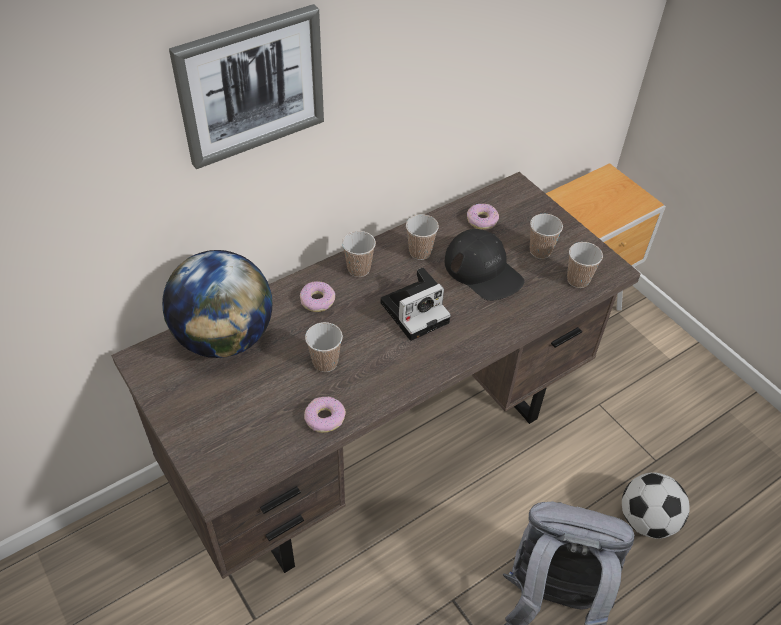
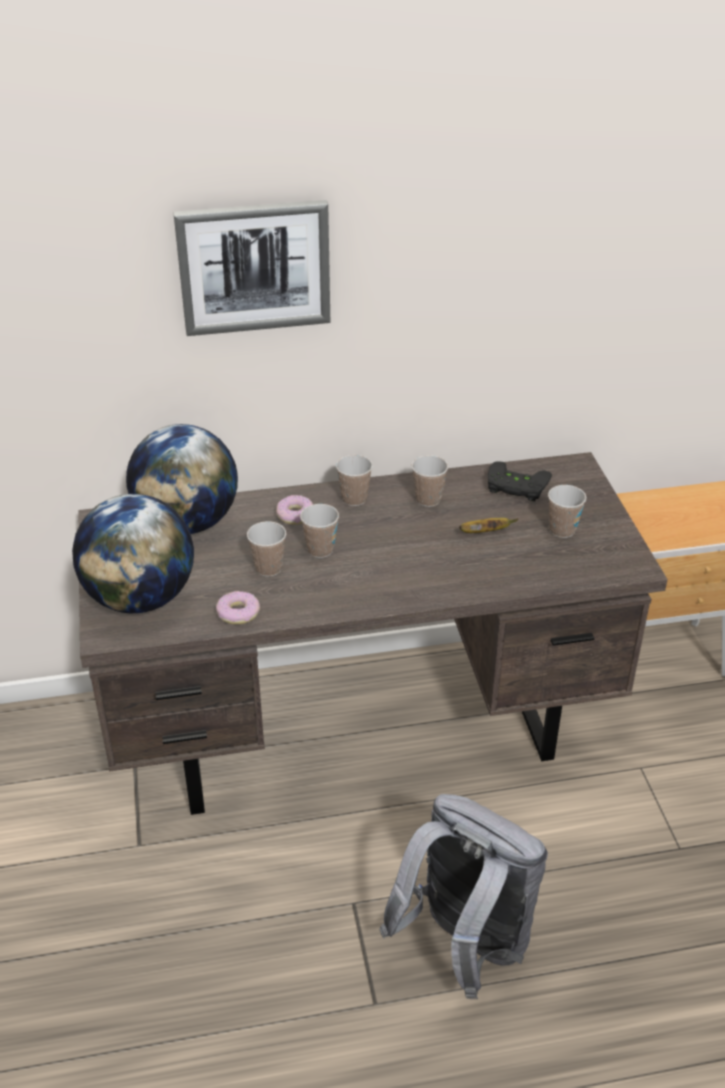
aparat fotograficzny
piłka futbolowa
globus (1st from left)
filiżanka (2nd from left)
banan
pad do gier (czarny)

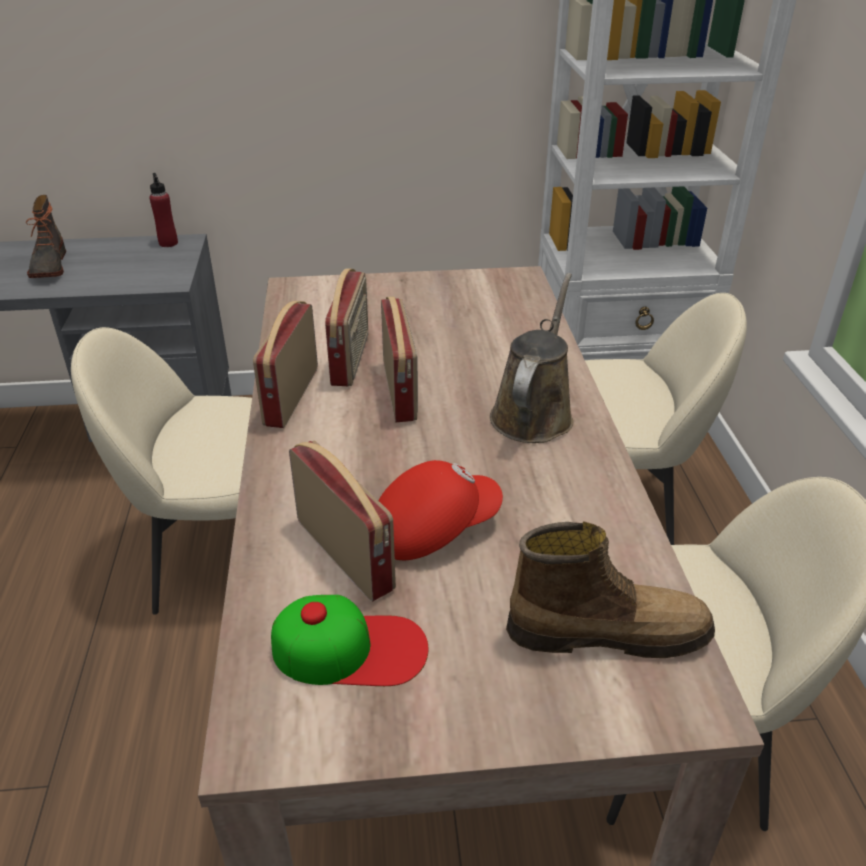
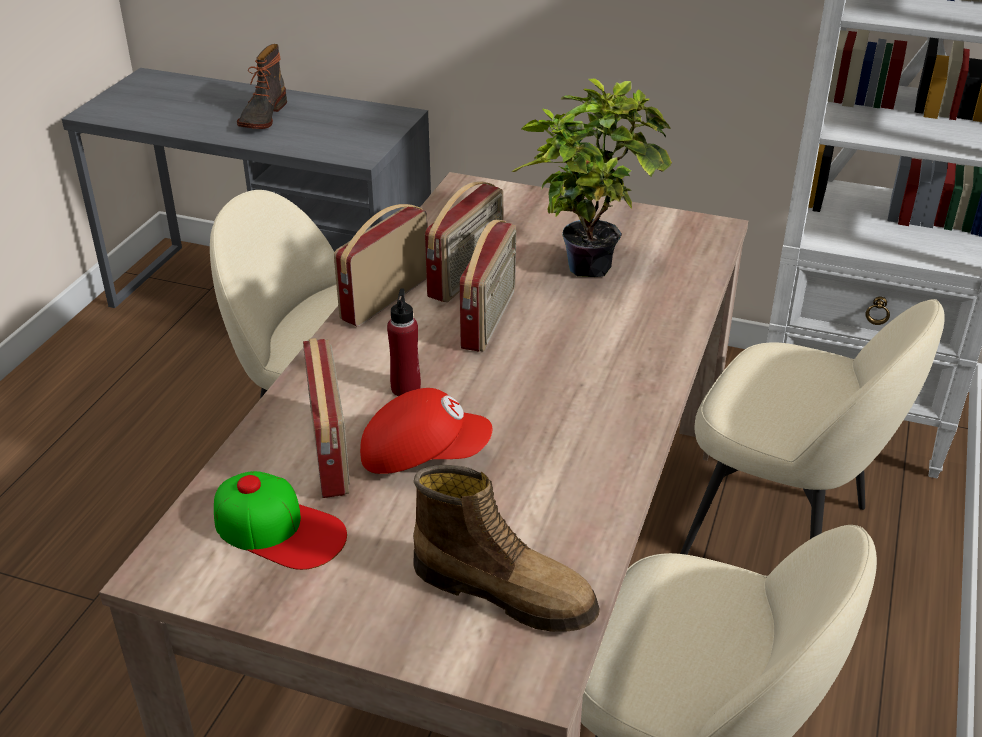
konewka (brązowy)
roślina doniczkowa
butelka (czerwony)

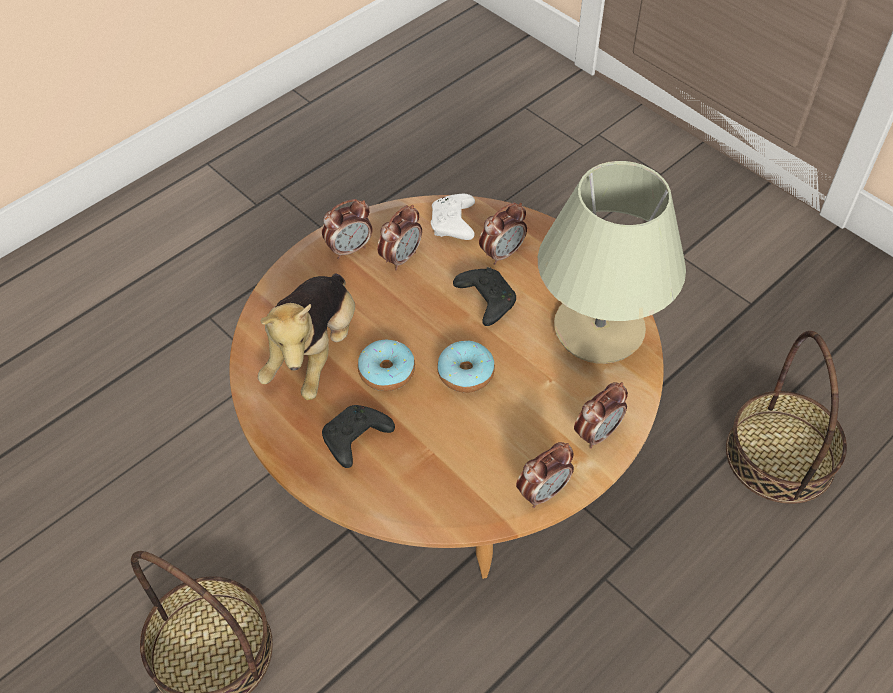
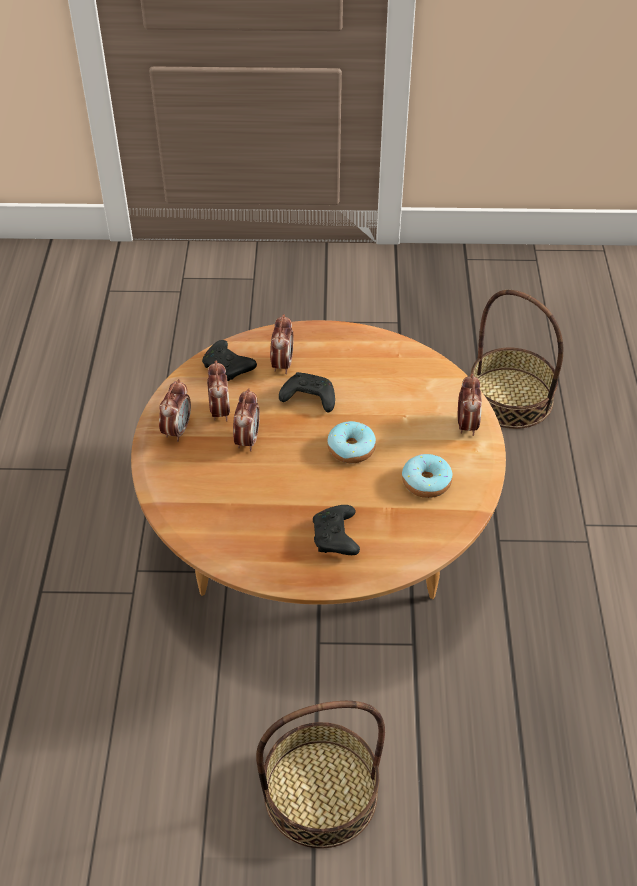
pluszak
lampa stołowa (beżowy)
donut (2nd from left)
budzik (3rd from left)
pad do gier (czarny) (1st from left)

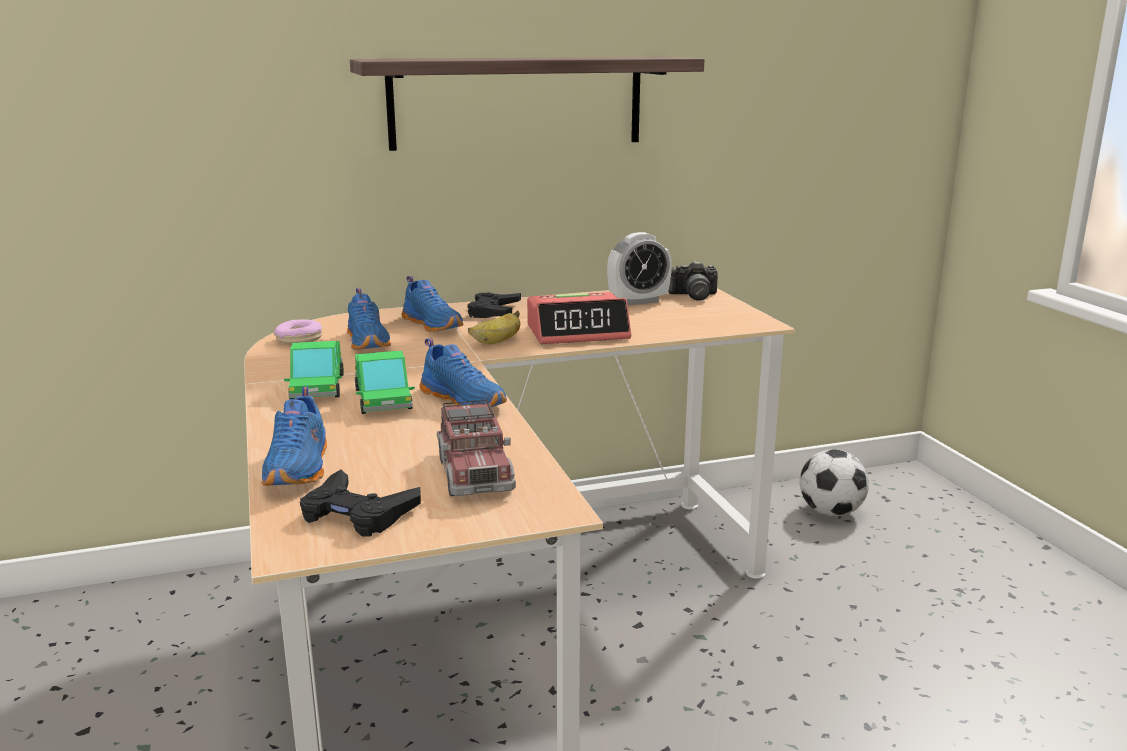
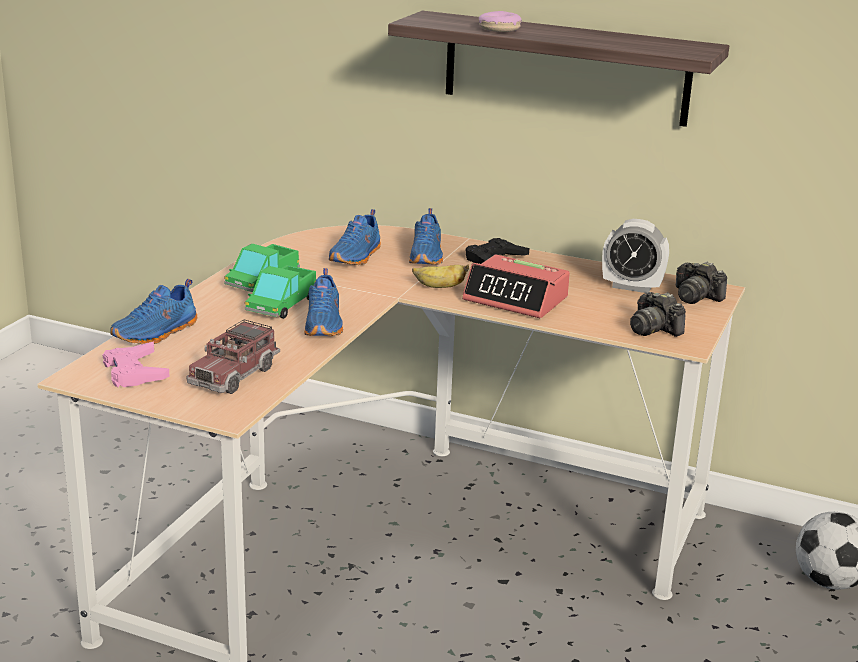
aparat fotograficzny (1st from left)
donut
pad do gier (różowy)

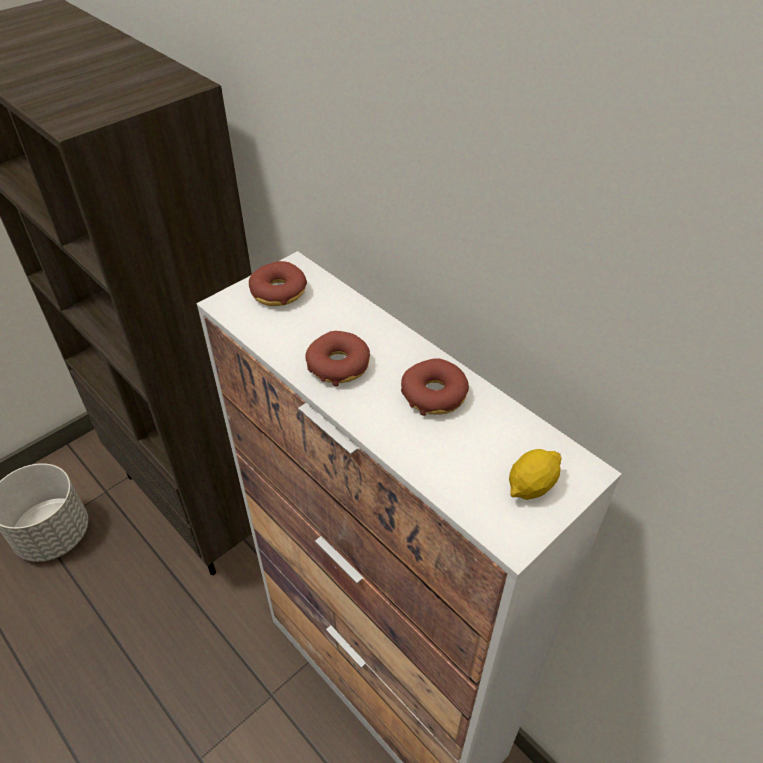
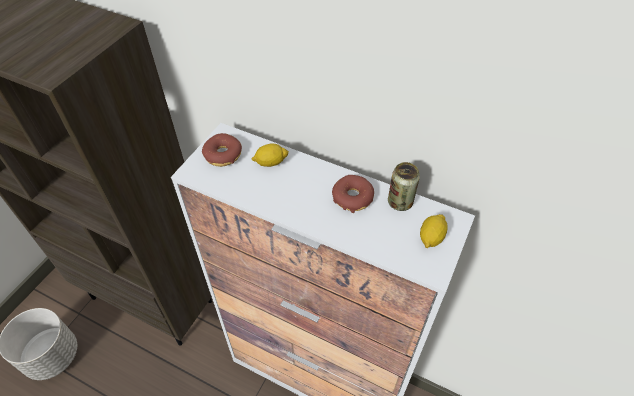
donut (2nd from left in the first image)
cytryna (1st from left)
puszka

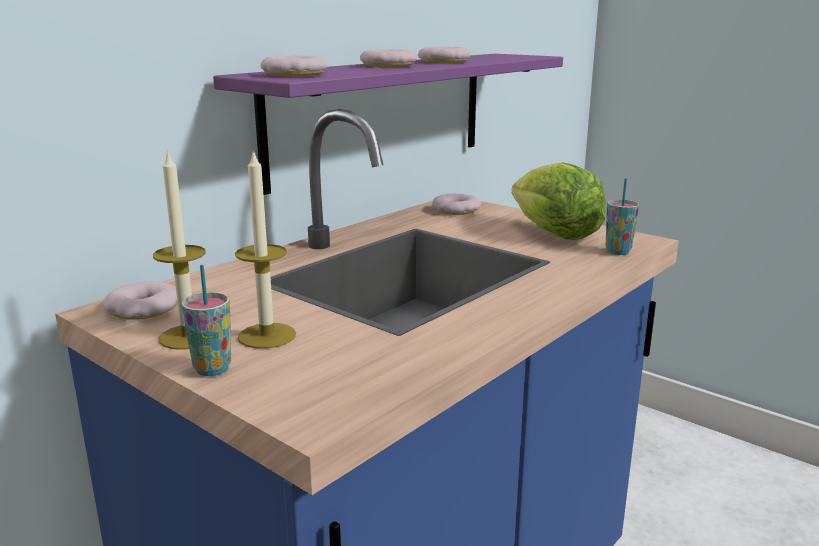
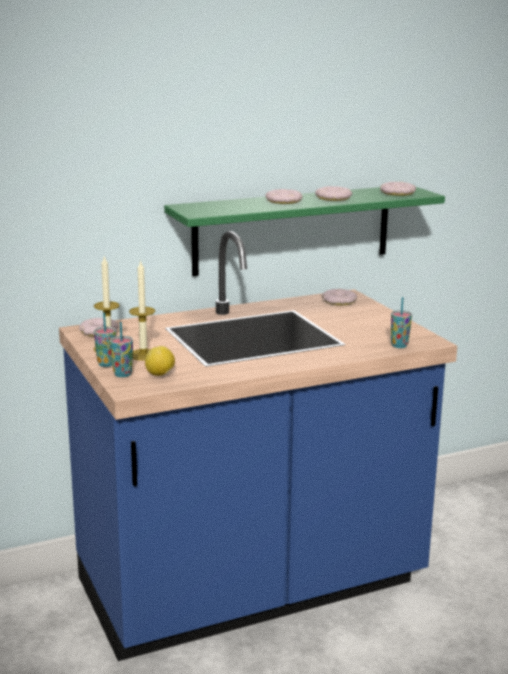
sałata
filiżanka (2nd from left)
cytryna
donut (5th from left)
półka (zielony)

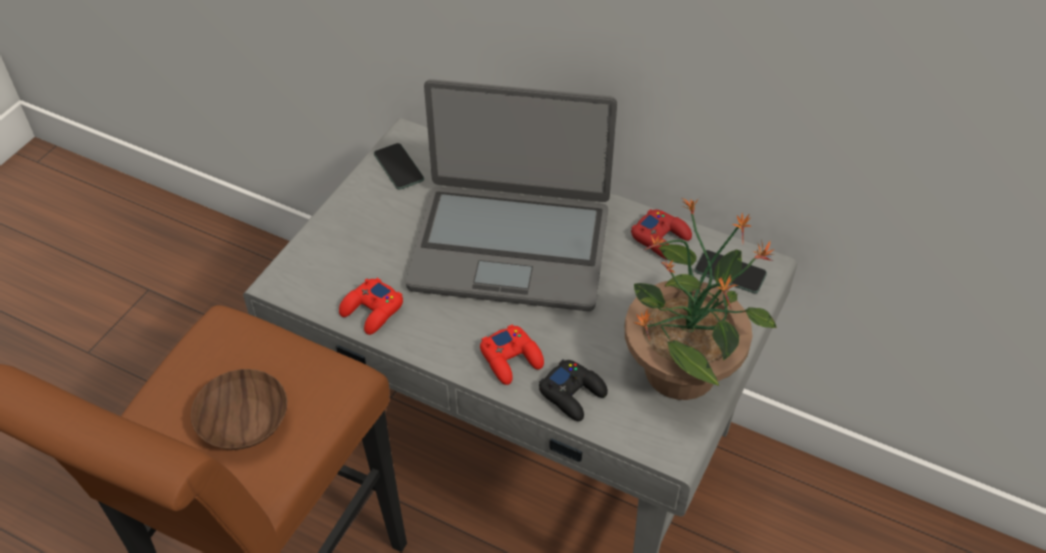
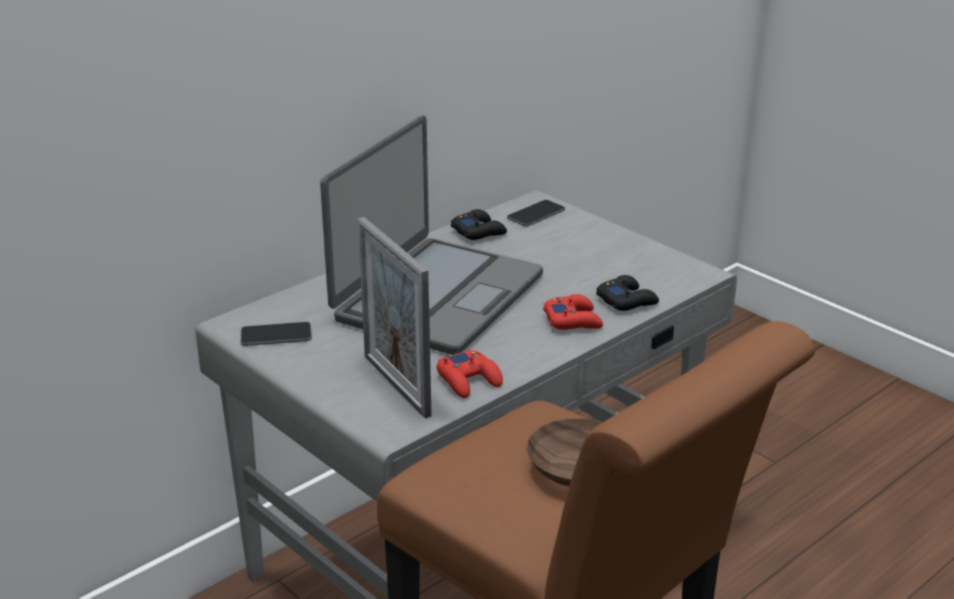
roślina doniczkowa
ramka na zdjęcie
pad do gier (czarny) (1st from left)

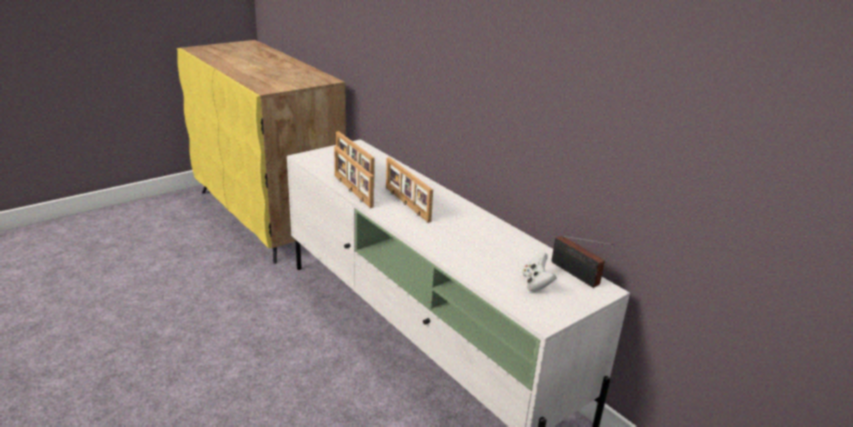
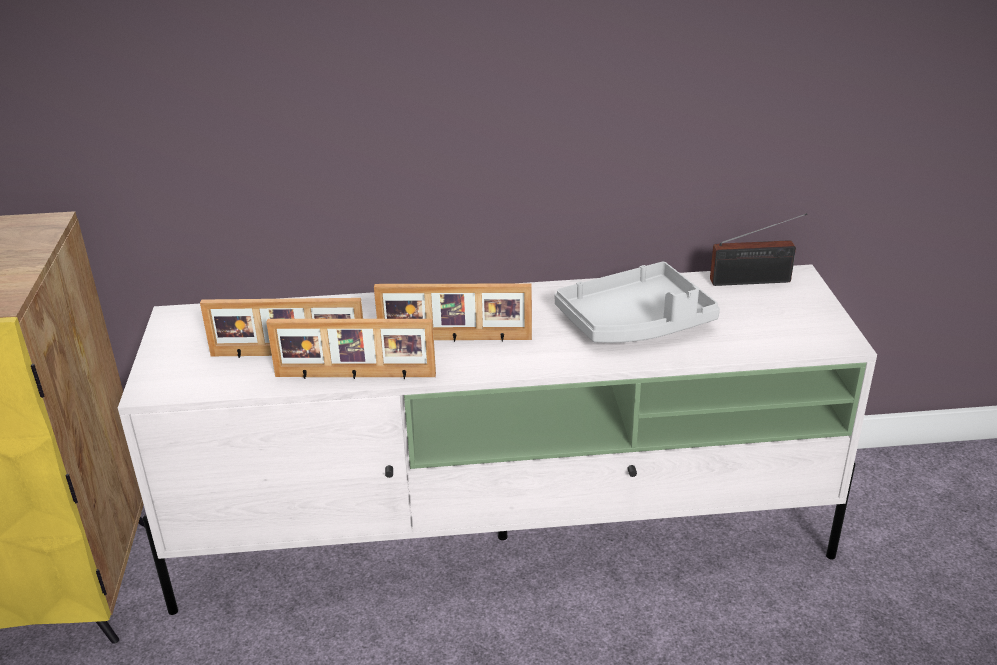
pad do gier (biały)
taca (szary)

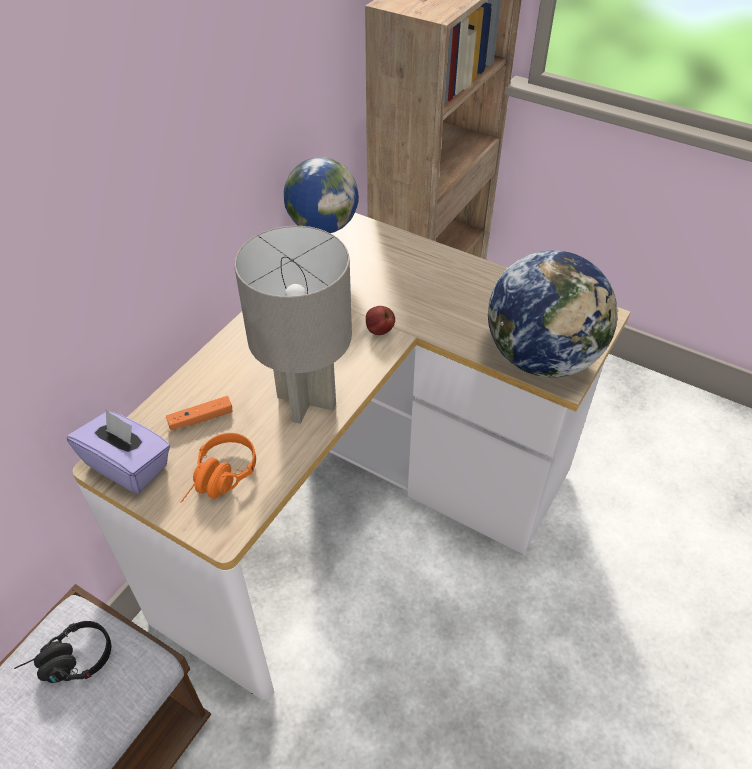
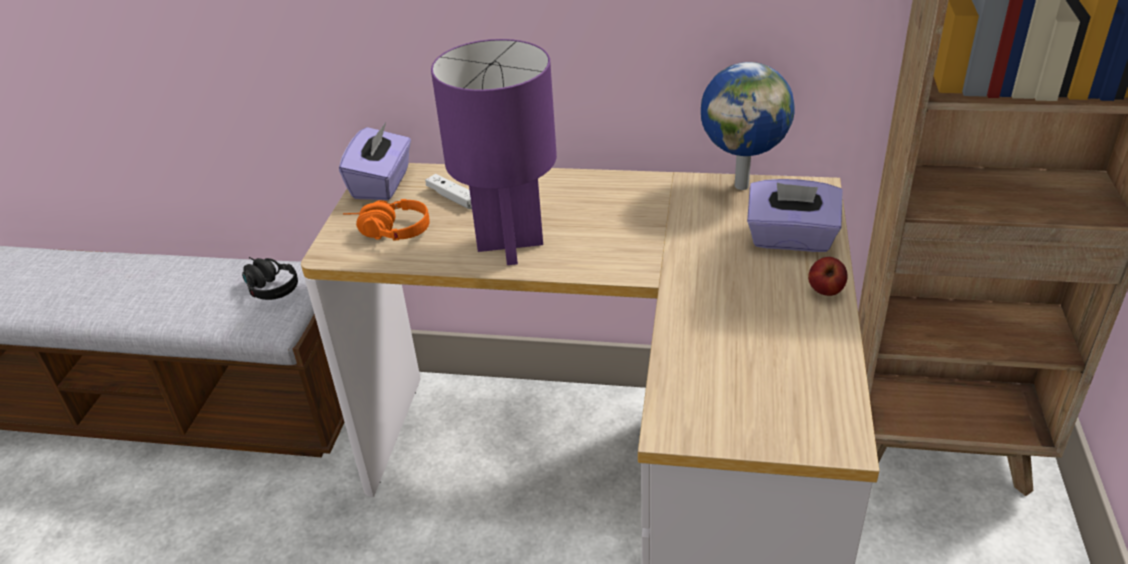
globus (2nd from left in the first image)
pudełko chusteczek (fioletowy) (2nd from left)
jabłko
pad do gier (biały)
lampa stołowa (fioletowy)

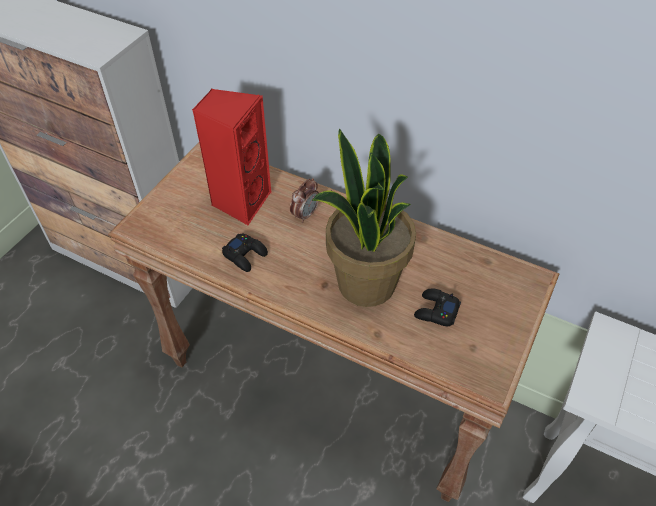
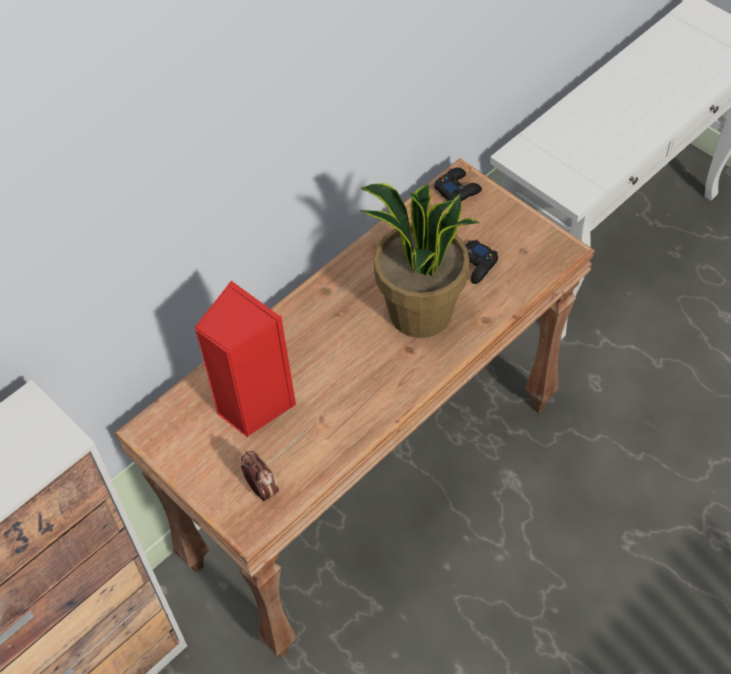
pad do gier (czarny) (1st from left)
budzik

